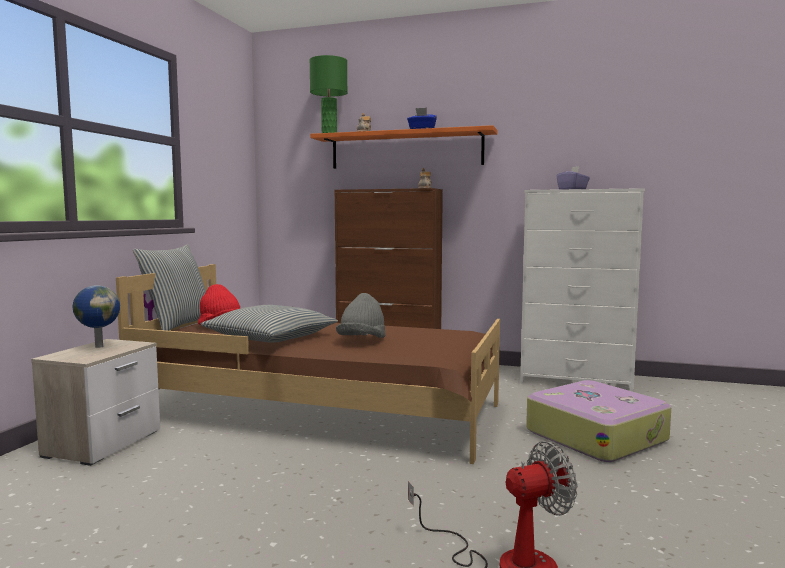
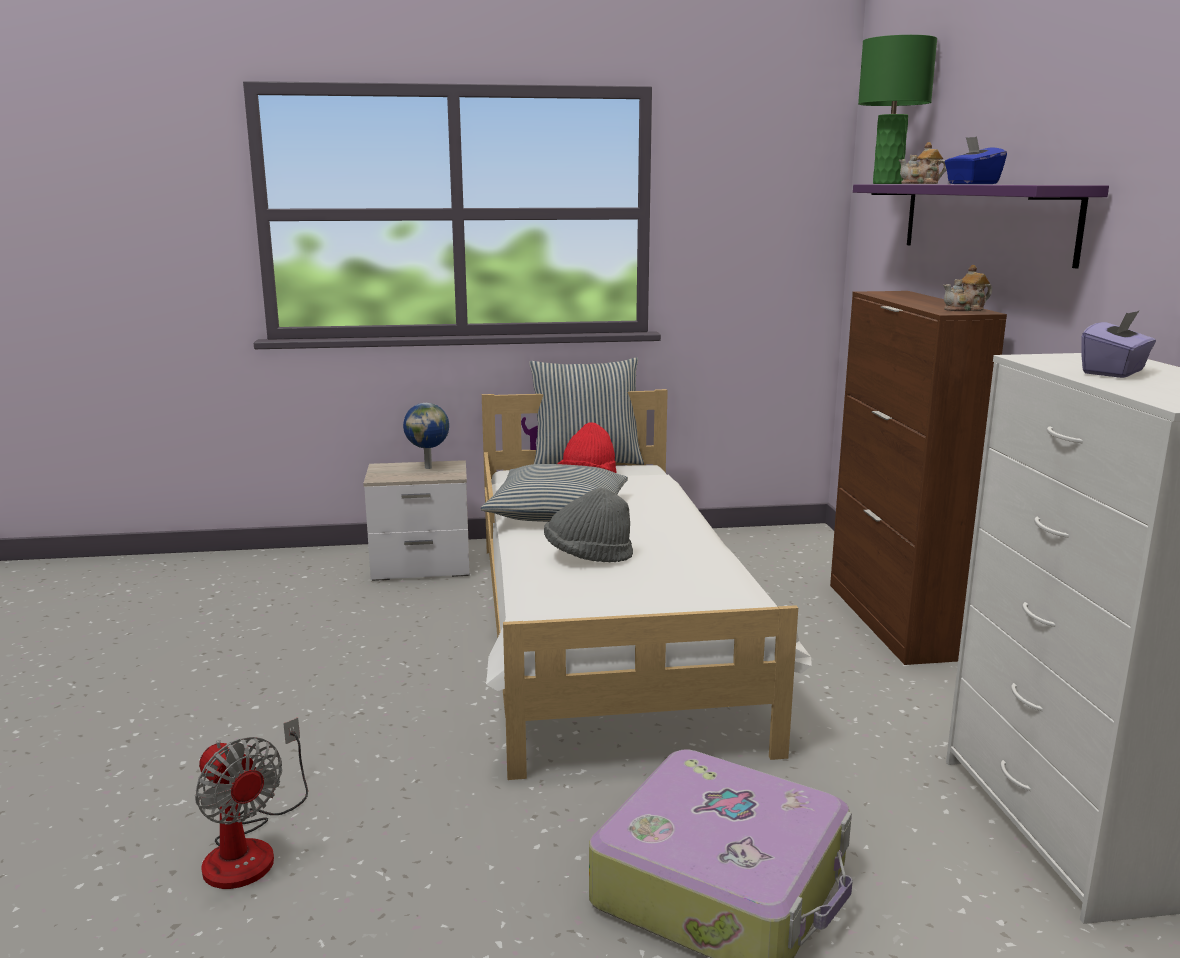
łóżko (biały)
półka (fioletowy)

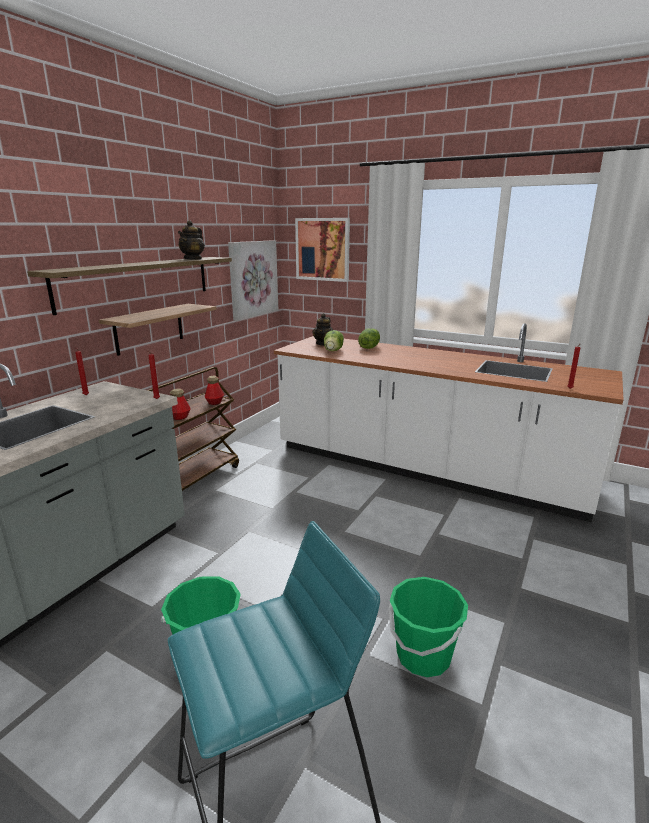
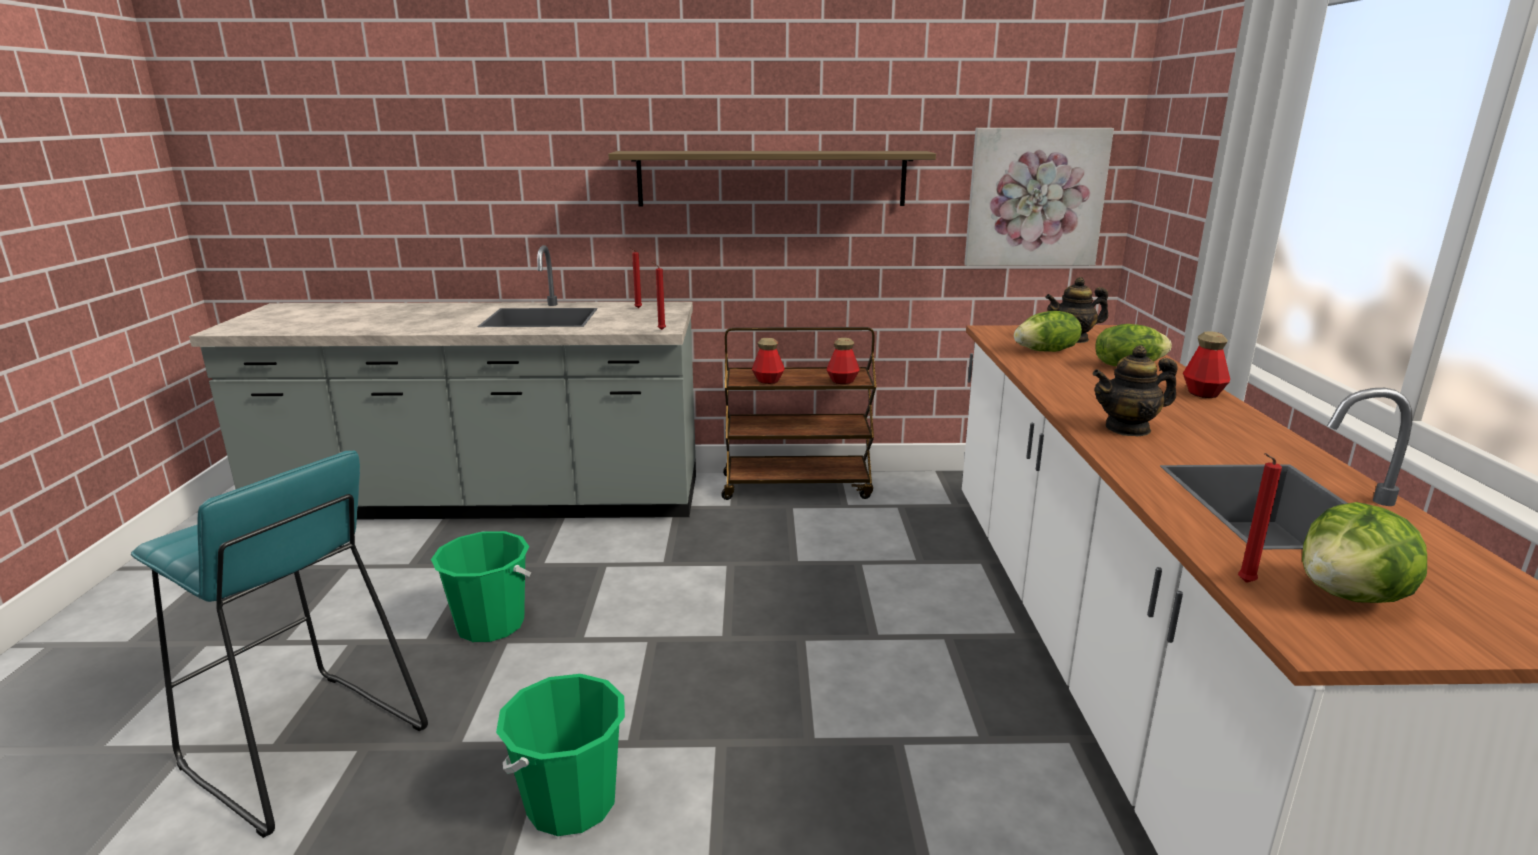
półka (2nd from left in the first image)
obraz (2nd from left in the first image)
butelka (3rd from left)
sałata (3rd from left)
imbryk (2nd from left)

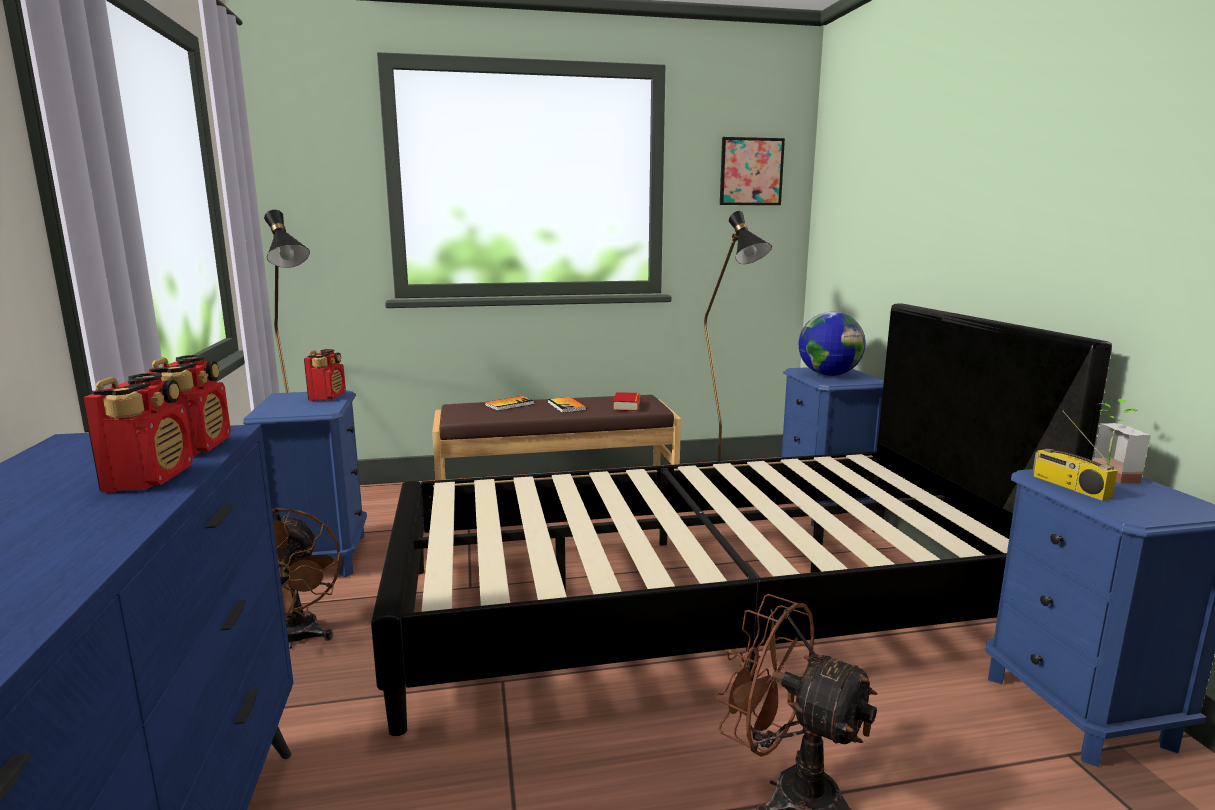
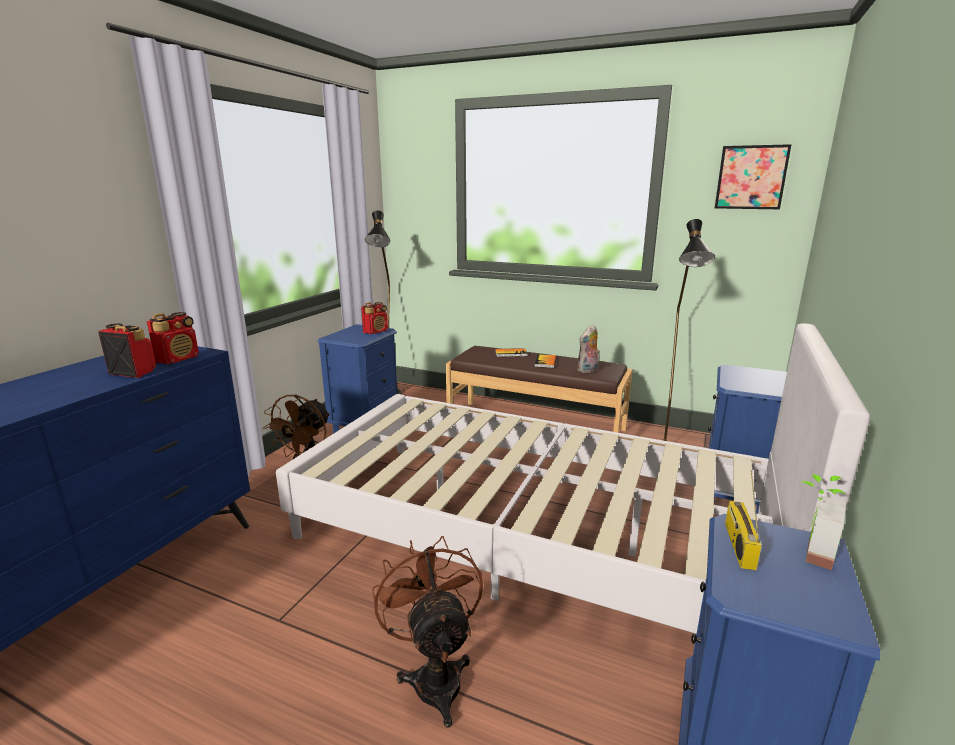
globus
pluszak
łóżko (biały)
radio (1st from left)

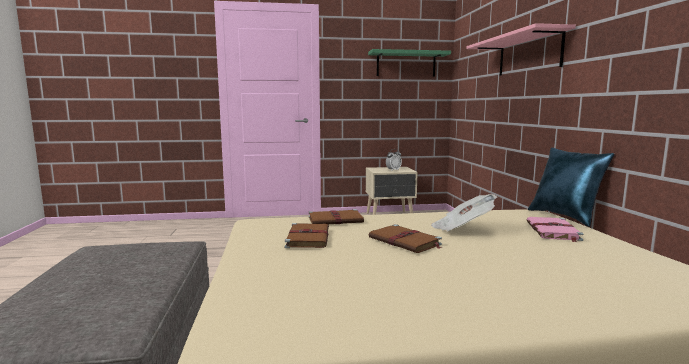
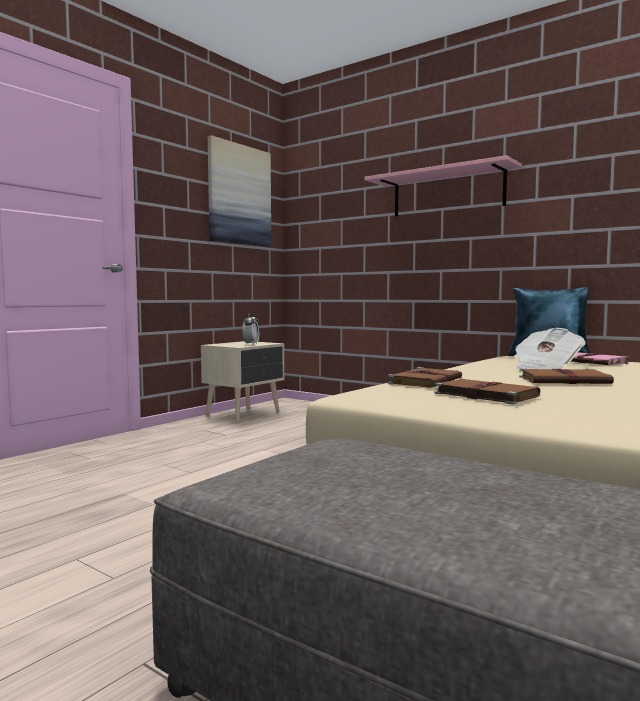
obraz

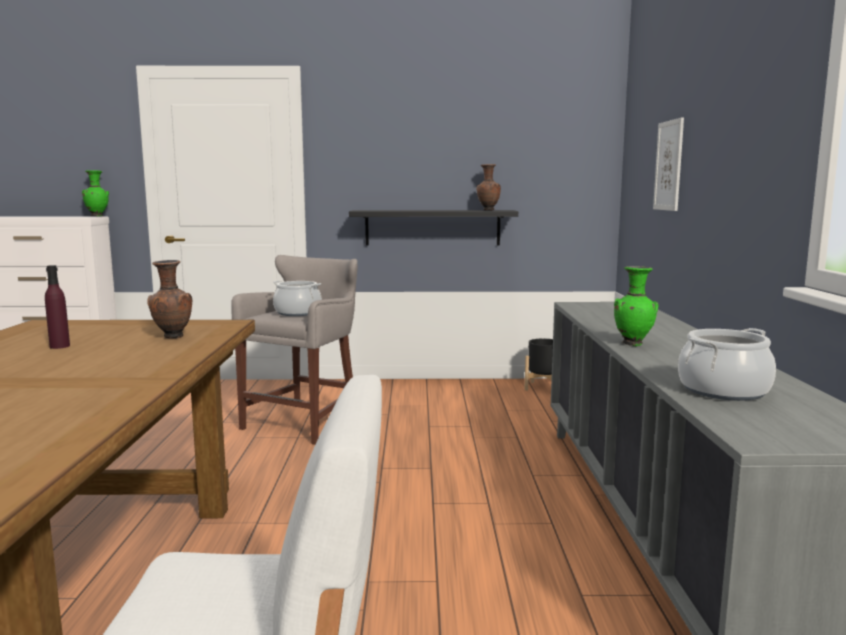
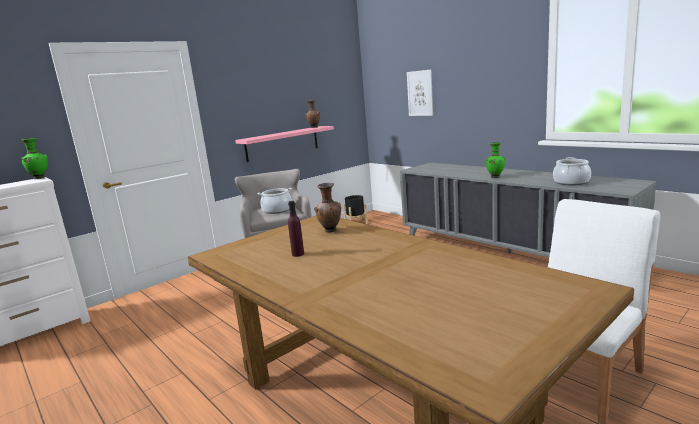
półka (różowy)

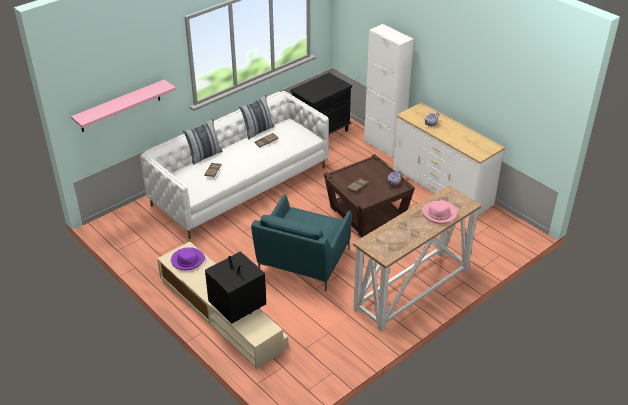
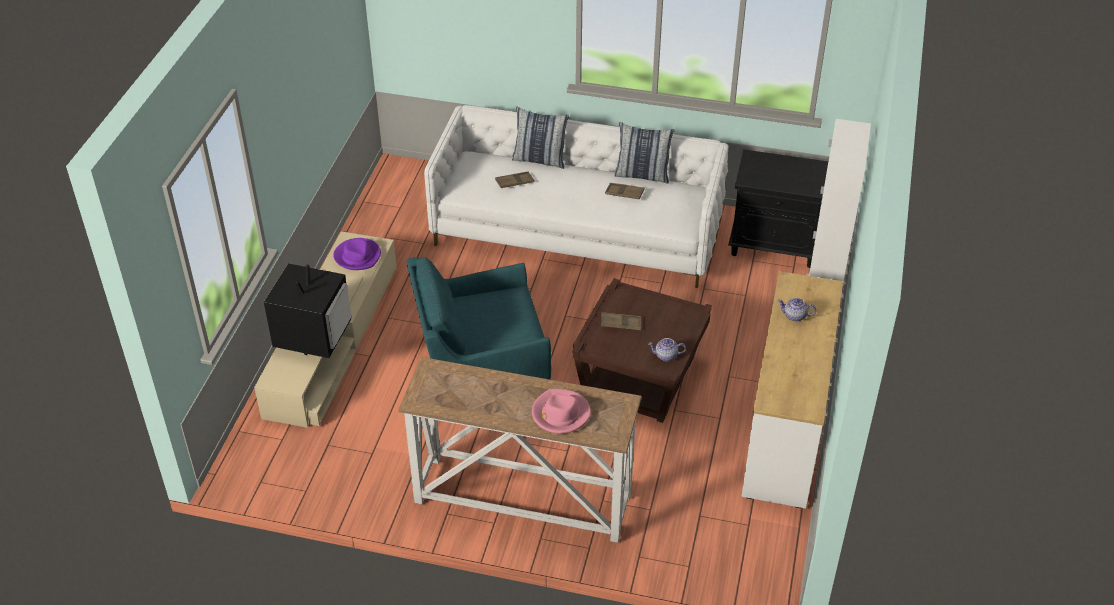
półka (różowy)

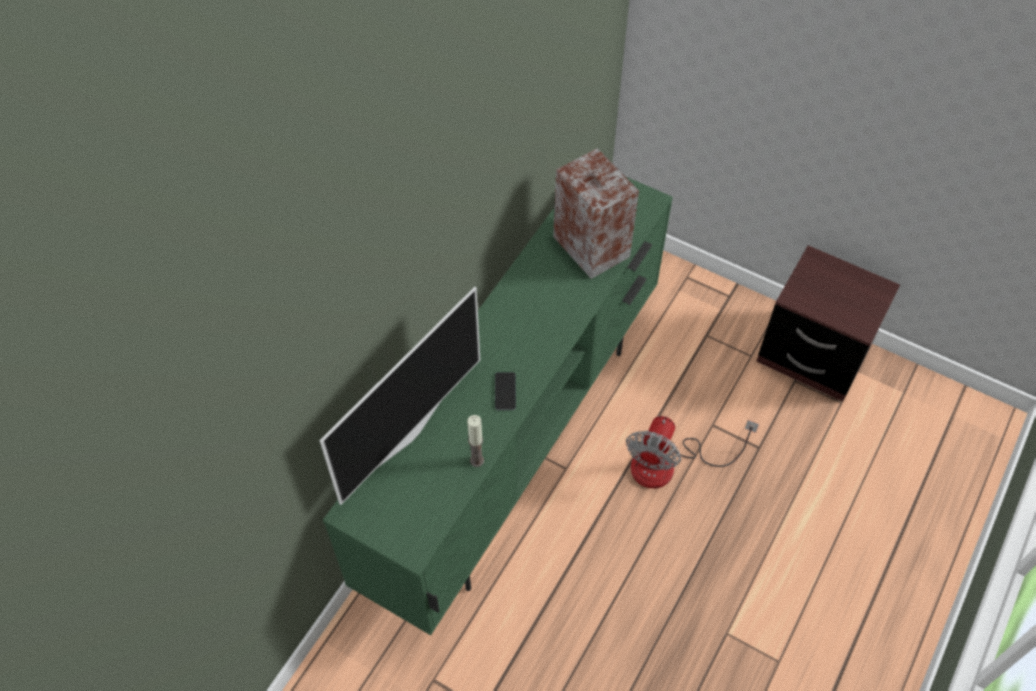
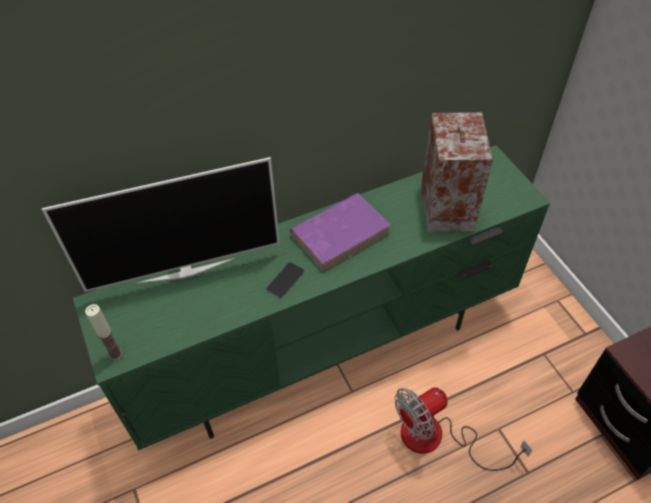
książka (fioletowy)
świeca

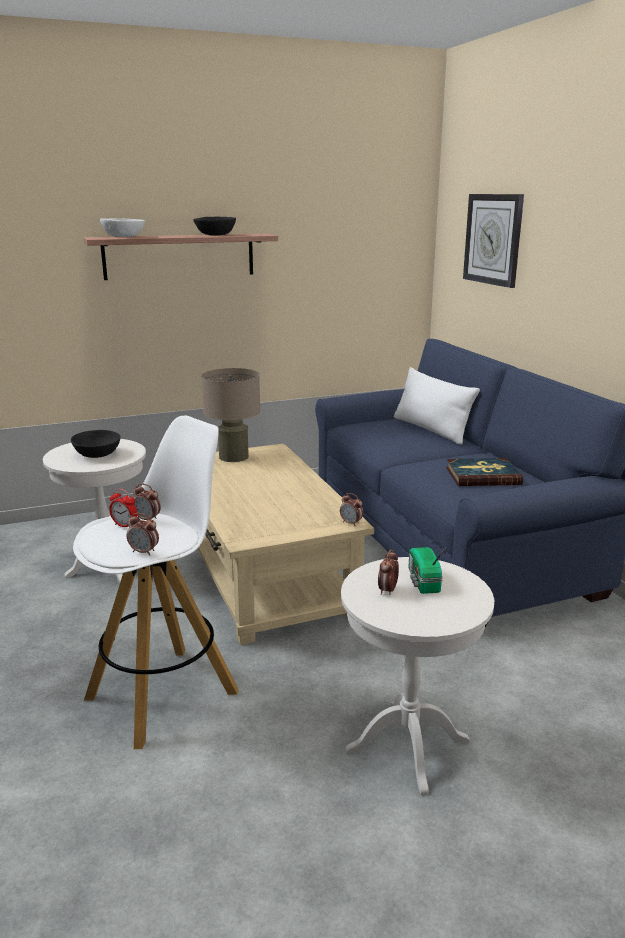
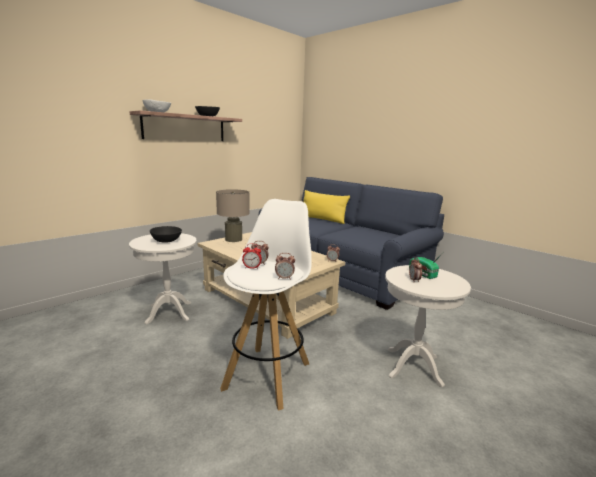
książka
zegar ścienny
poduszka (żółty)

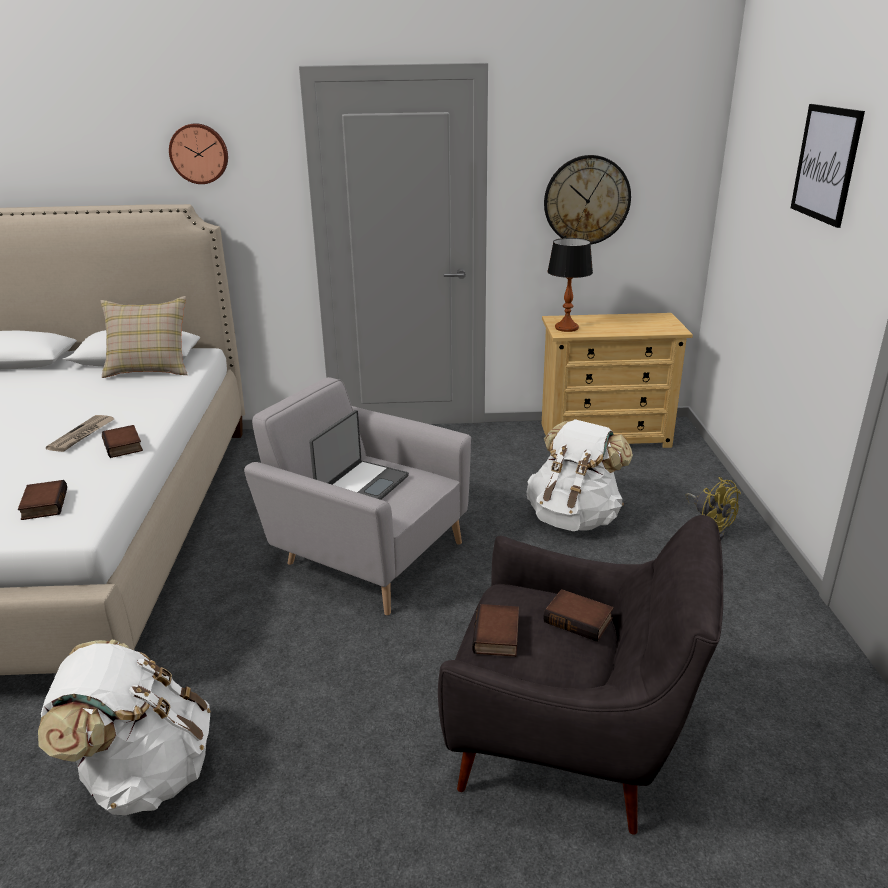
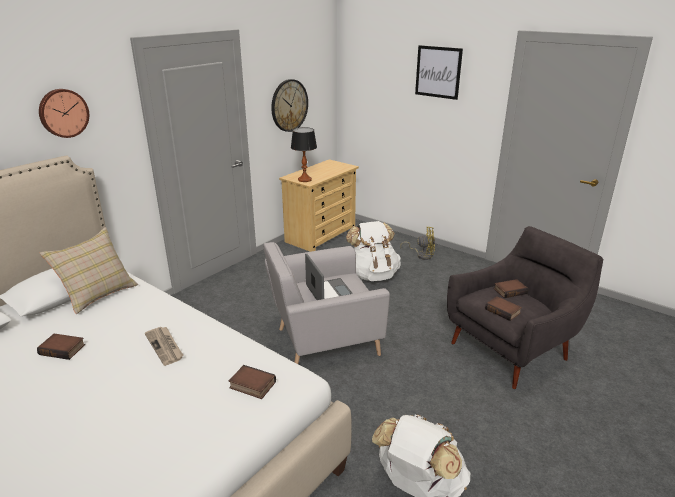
książka (1st from left)

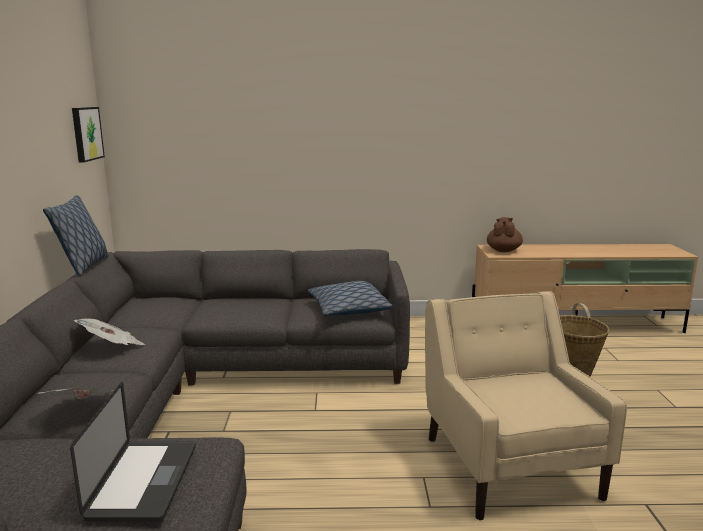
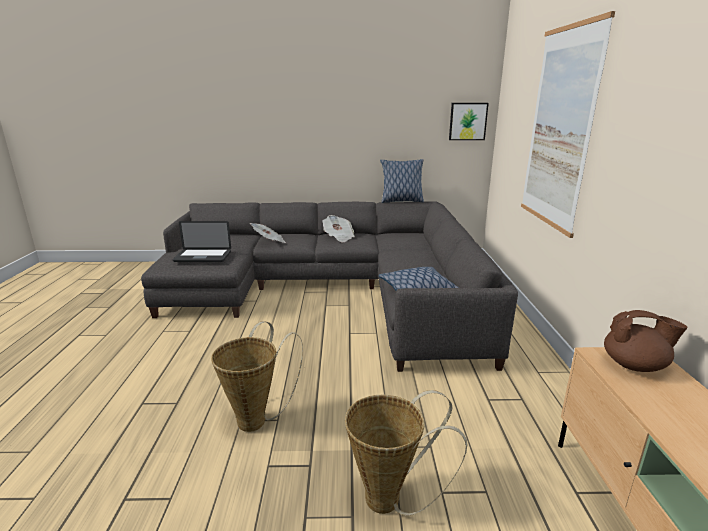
obraz (2nd from left)
koszyk (1st from left)

